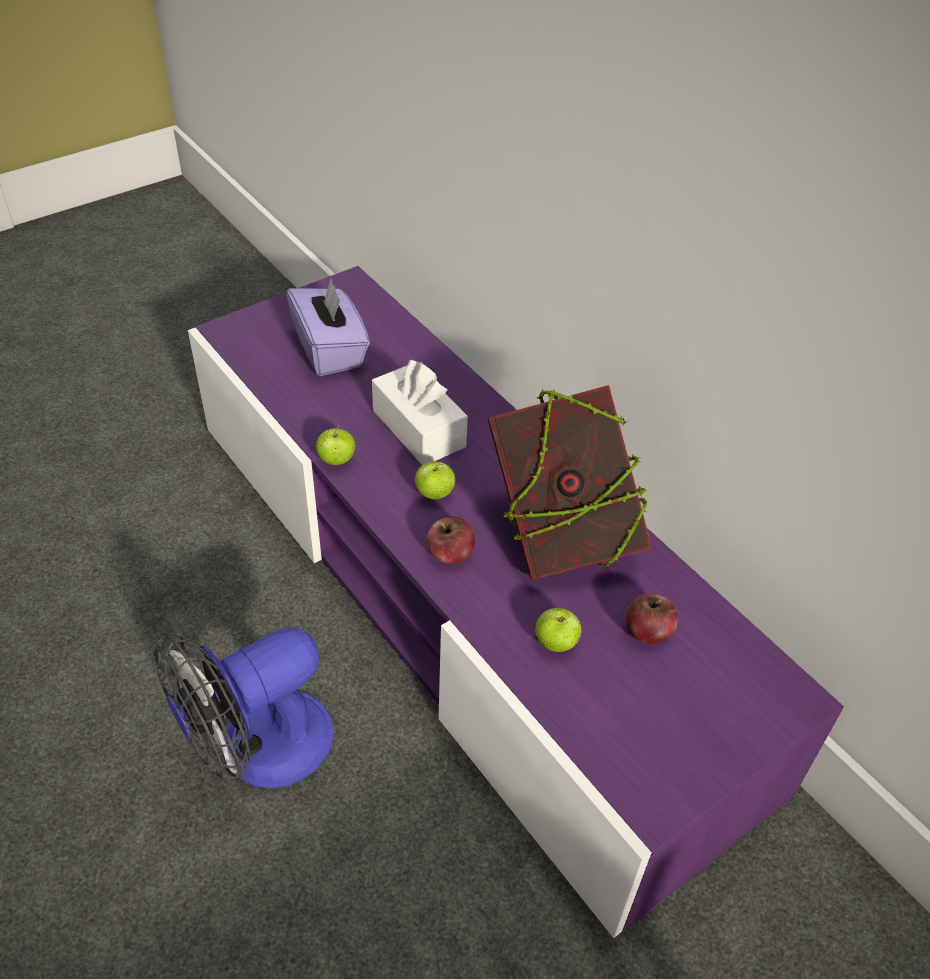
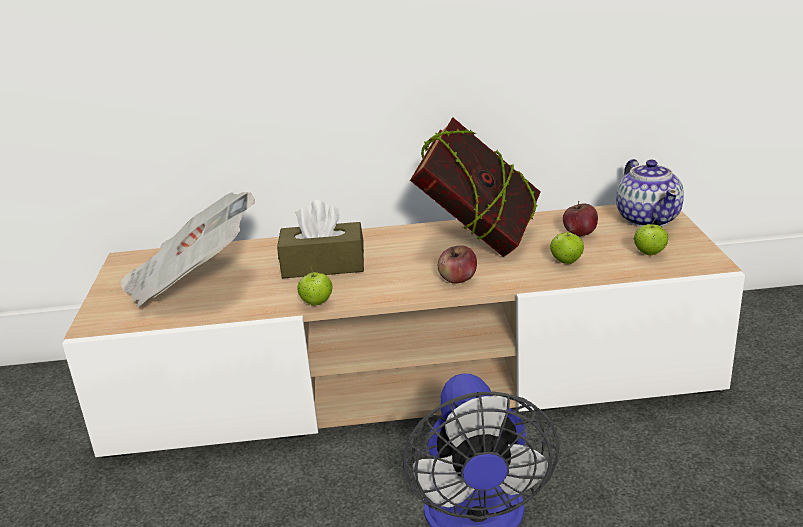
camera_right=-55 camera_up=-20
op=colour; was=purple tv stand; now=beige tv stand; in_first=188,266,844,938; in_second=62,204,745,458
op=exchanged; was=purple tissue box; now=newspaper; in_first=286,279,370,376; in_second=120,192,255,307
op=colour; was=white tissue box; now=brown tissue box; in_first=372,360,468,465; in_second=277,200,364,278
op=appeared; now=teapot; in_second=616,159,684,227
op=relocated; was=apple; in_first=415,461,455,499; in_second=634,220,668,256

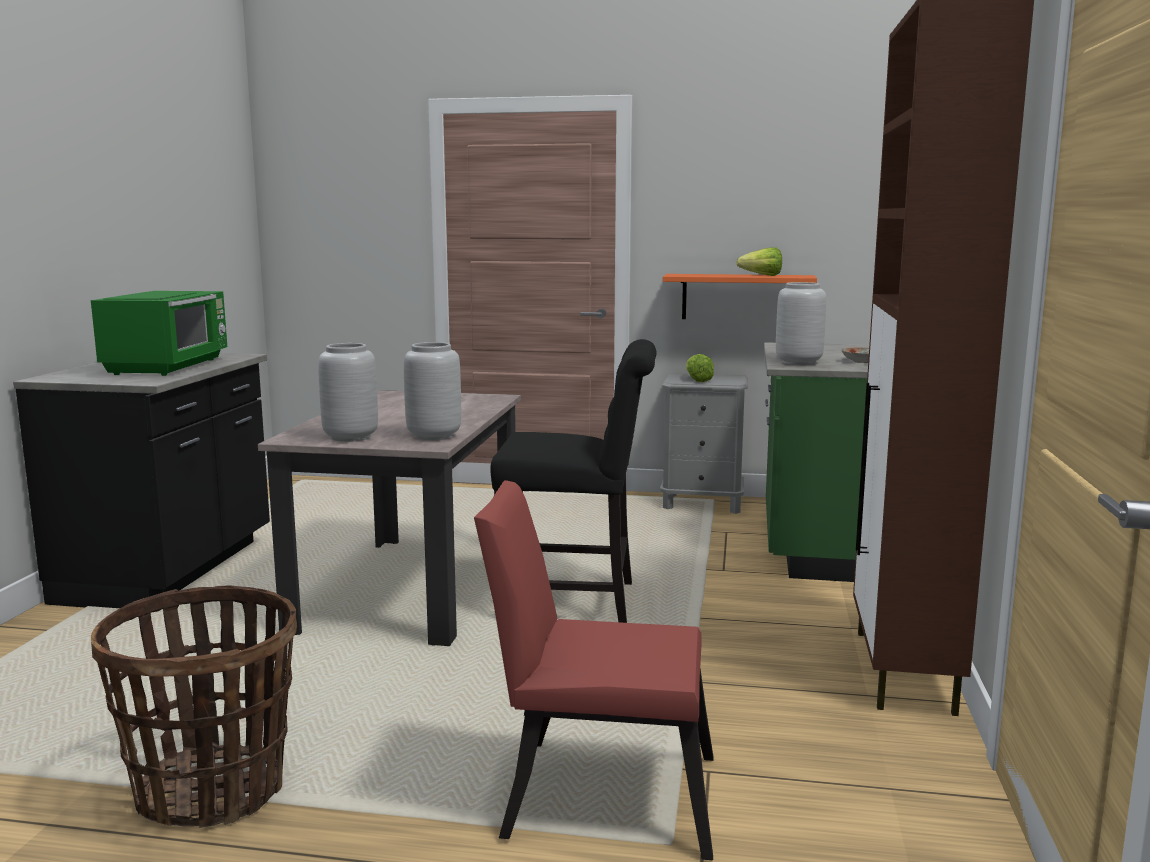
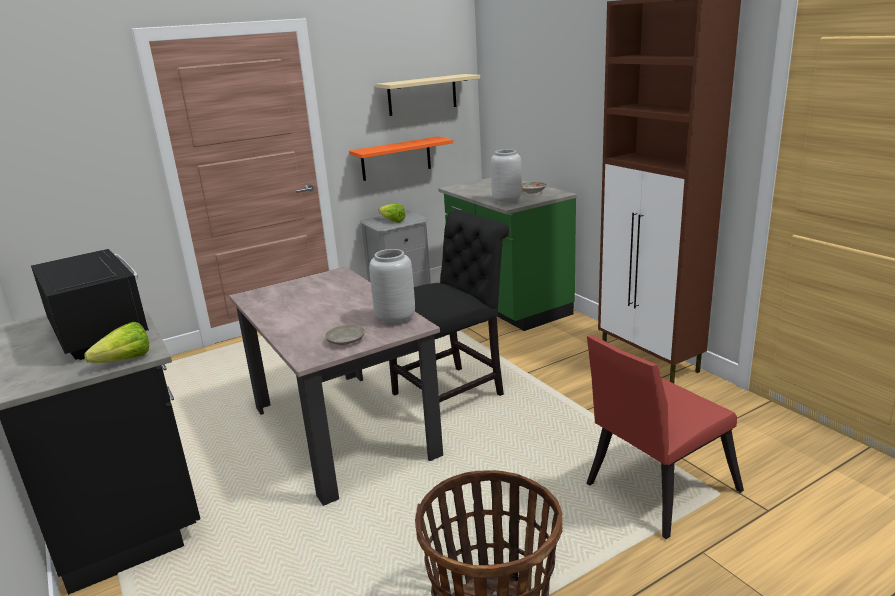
camera_right=-40 camera_up=10
op=colour; was=green microwave; now=black microwave; in_first=91,291,227,376; in_second=31,249,149,360
op=relocated; was=lettuce; in_first=737,247,782,276; in_second=84,322,149,363
op=exchanged; was=grey vase; now=beige plate; in_first=318,343,378,442; in_second=325,325,365,345
op=appeared; now=beige shelf; in_second=376,74,480,116

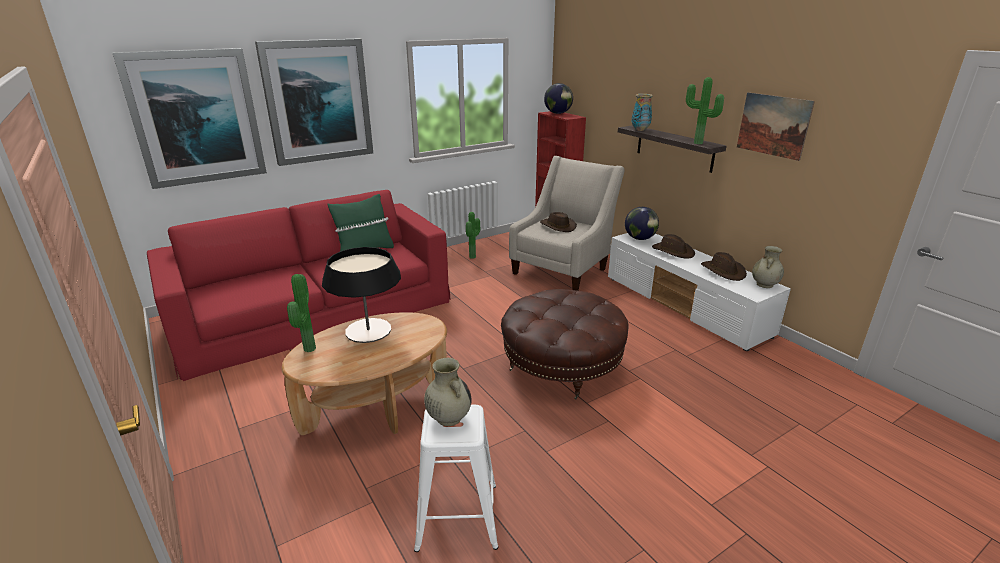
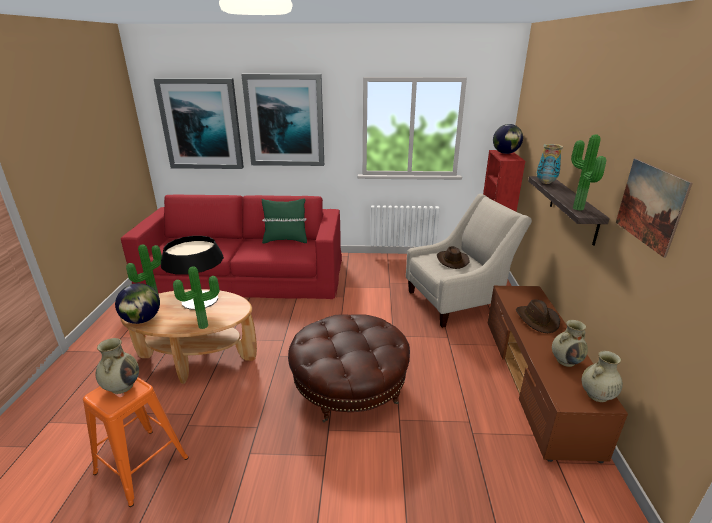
camera_right=35 camera_up=0
op=colour; was=white stool; now=orange stool; in_first=414,405,498,552; in_second=83,378,189,507
op=relocated; was=globe; in_first=625,207,659,240; in_second=115,283,160,324
op=relocated; was=potted plant; in_first=466,212,480,259; in_second=173,266,220,329
op=colour; was=white tv stand; now=brown tv stand; in_first=608,233,791,351; in_second=488,286,628,463
op=exchanged; was=brown hat; now=beige vase; in_first=701,252,747,281; in_second=552,320,588,367

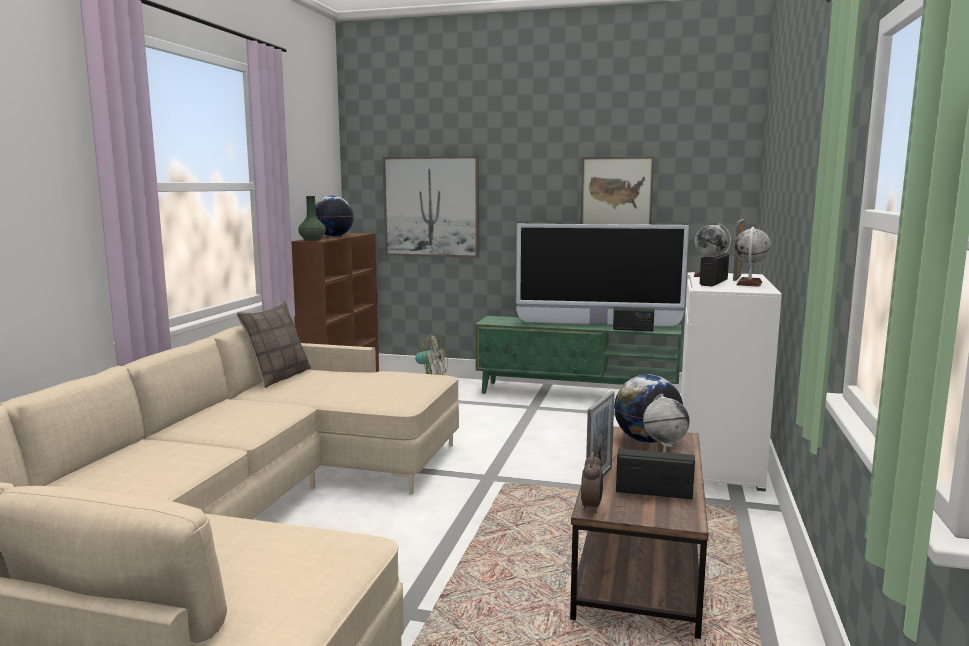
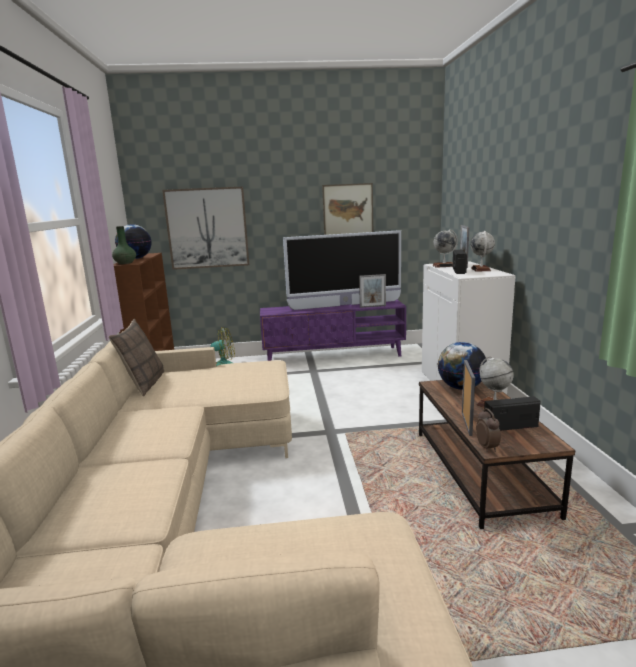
camera_right=-20 camera_up=5
op=colour; was=green tv stand; now=purple tv stand; in_first=475,316,681,394; in_second=260,300,406,361
op=exchanged; was=radio; now=picture frame; in_first=613,307,654,331; in_second=359,274,386,308

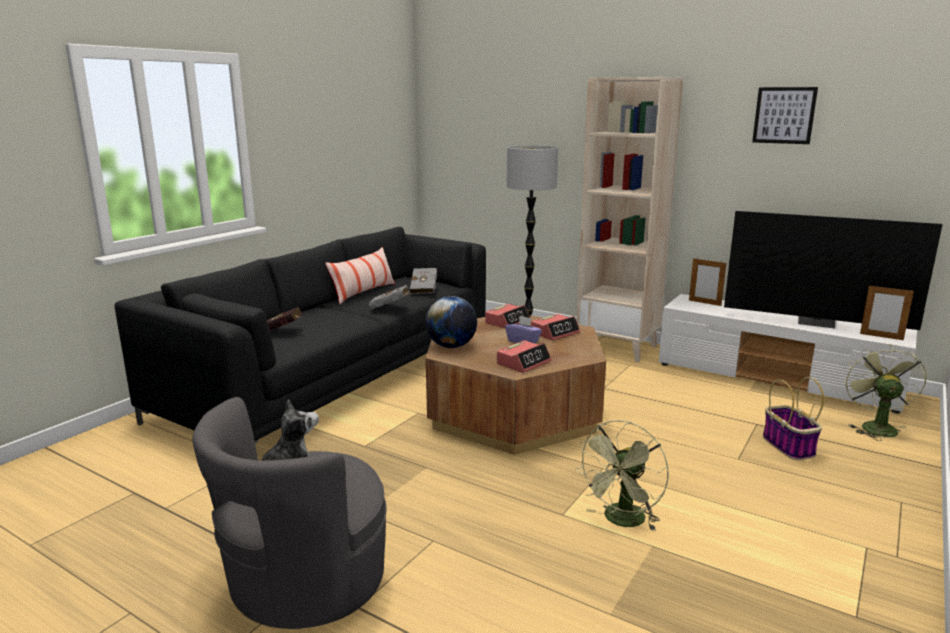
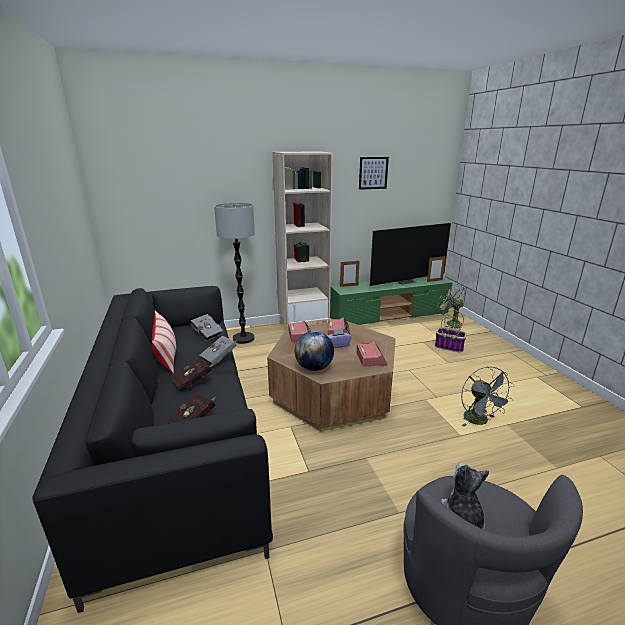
camera_right=-50 camera_up=5
op=appeared; now=red book; in_second=171,357,214,392
op=colour; was=white tv stand; now=green tv stand; in_first=659,294,917,414; in_second=330,277,452,325
op=colour; was=green fan; now=grey fan; in_first=576,420,669,531; in_second=461,367,515,427

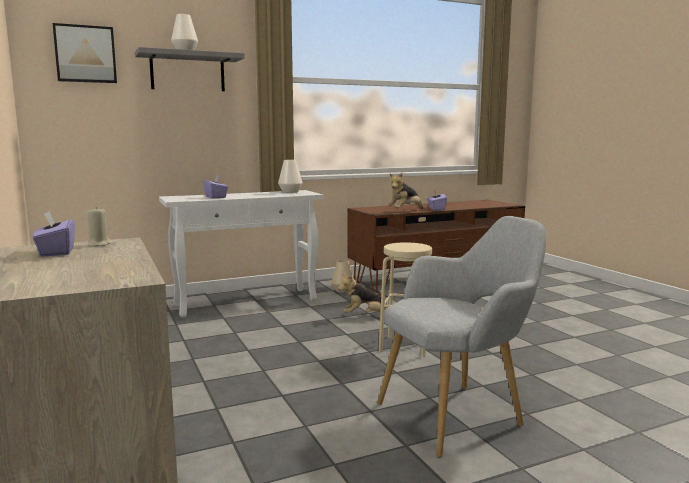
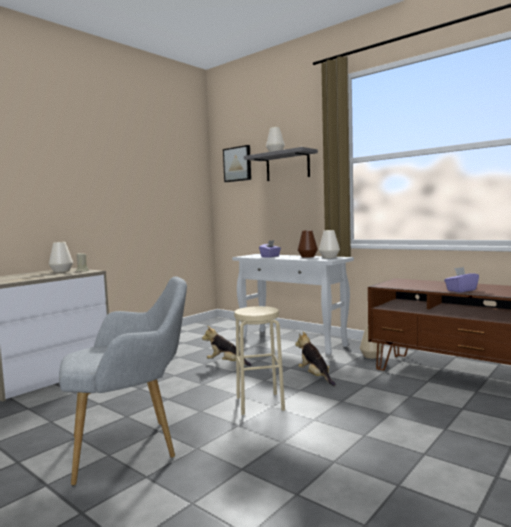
camera_right=65 camera_up=-5
op=exchanged; was=purple tissue box; now=white vase; in_first=32,211,75,257; in_second=49,242,73,273
op=spun; was=grey armchair; in_first=377,216,546,458; in_second=59,277,187,486; clockwise=-60
op=relocated; was=plush toy; in_first=387,173,423,209; in_second=202,326,251,366
op=appeared; now=brown vase; in_second=298,230,318,258

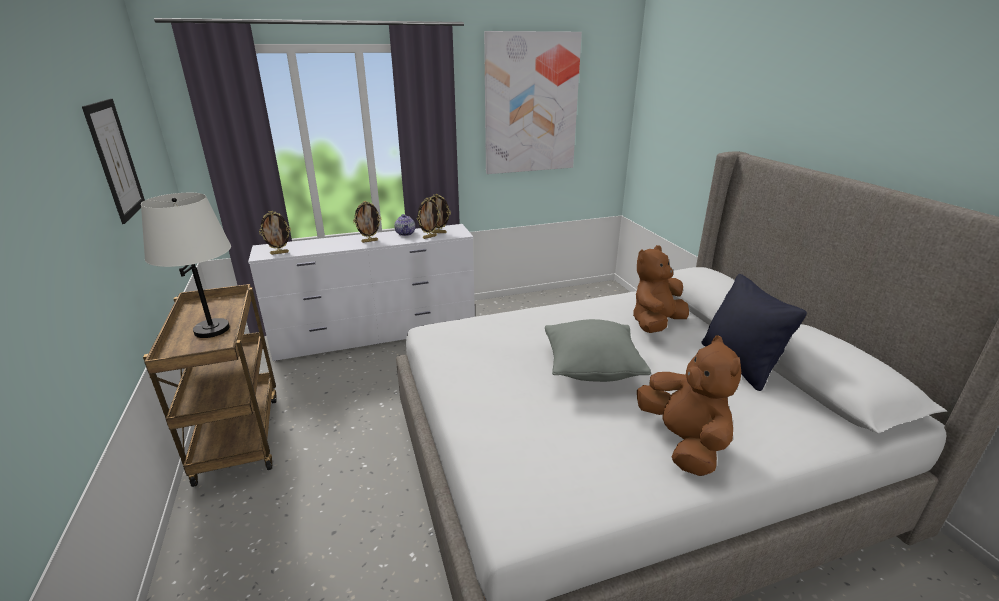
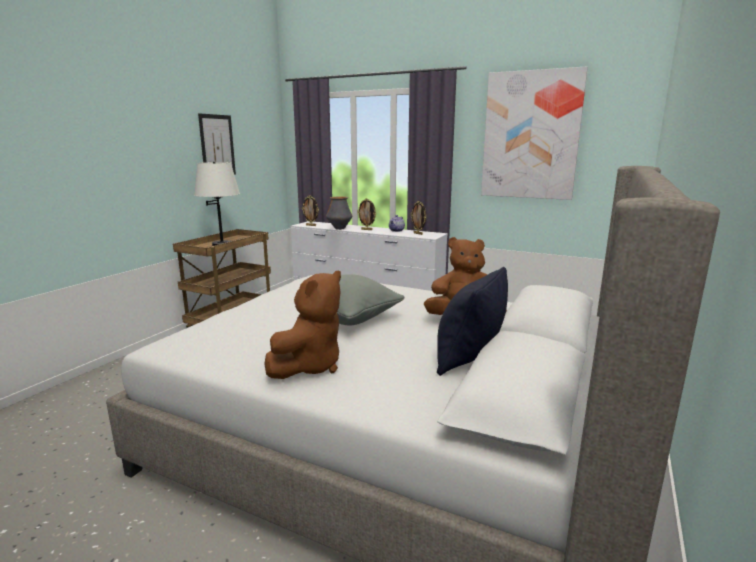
camera_right=45 camera_up=-10
op=appeared; now=vase; in_second=326,197,352,230
op=missing; was=picture frame; in_first=417,197,441,239

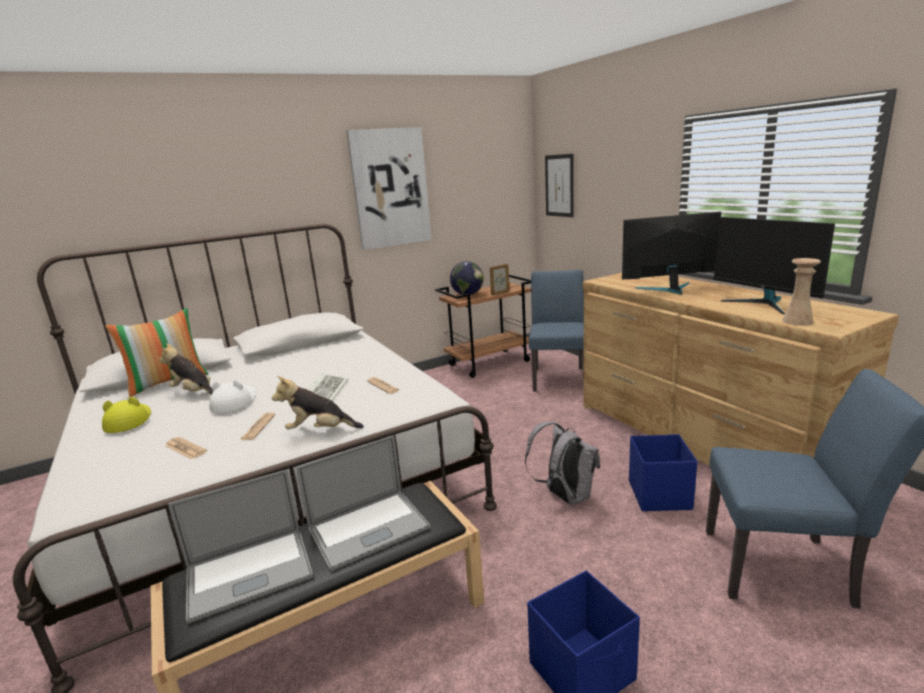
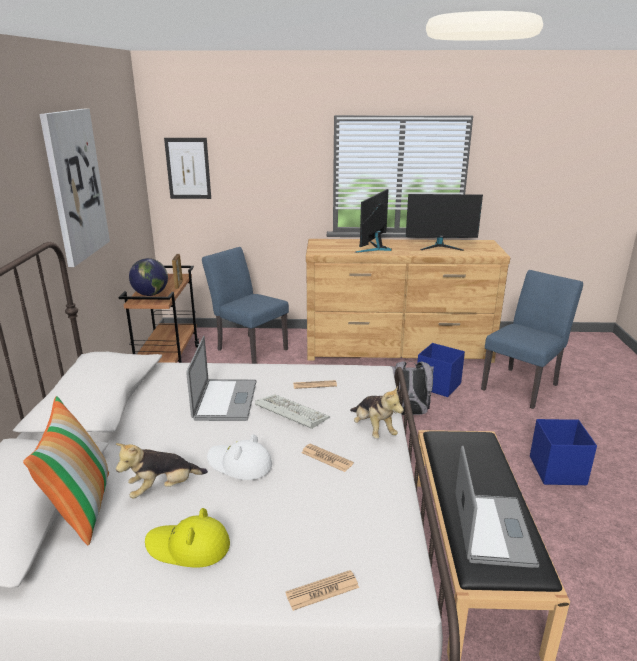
camera_right=-60 camera_up=5
op=relocated; was=laptop; in_first=297,435,430,571; in_second=186,336,257,421
op=relocated; was=newspaper; in_first=165,437,207,459; in_second=285,570,359,611
op=spun; was=plush toy; in_first=272,376,364,429; in_second=350,386,404,439; clockwise=-60
op=missing; was=beige vase; in_first=782,258,821,326

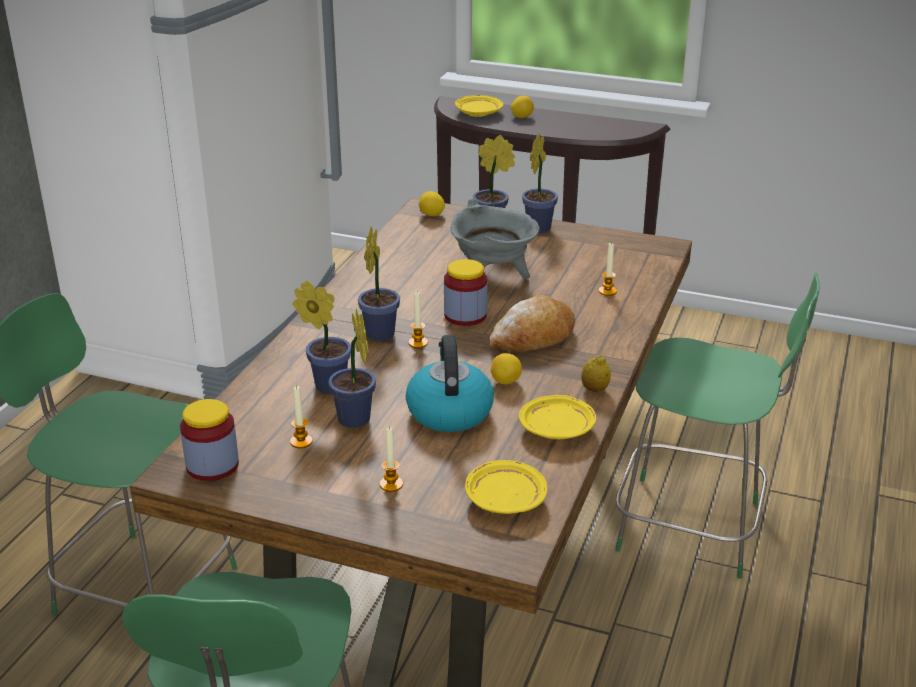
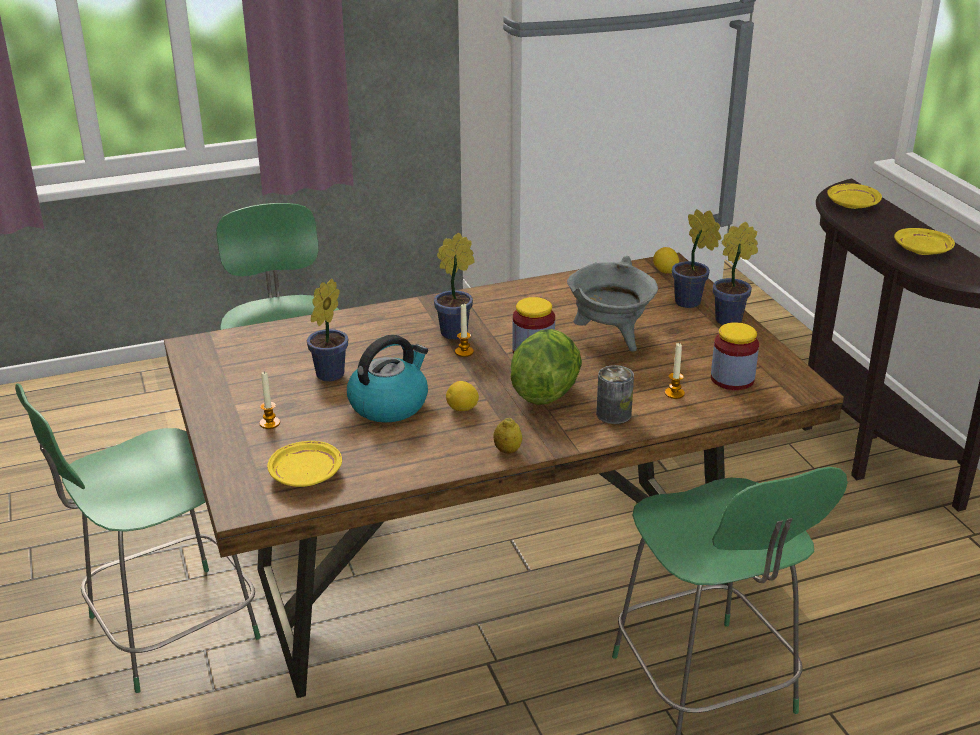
camera_right=50 camera_up=0
op=exchanged; was=bread; now=lettuce; in_first=490,295,575,352; in_second=511,329,582,405
op=appeared; now=can; in_second=596,365,634,424
op=relocated; was=jar; in_first=180,399,239,481; in_second=711,322,759,390
op=relocated; was=yellow plate; in_first=519,395,596,439; in_second=894,228,955,255
op=missing; was=candle; in_first=290,385,313,448
op=missing; was=potted plant; in_first=292,281,351,394
op=missing; was=lemon; in_first=511,96,534,118

